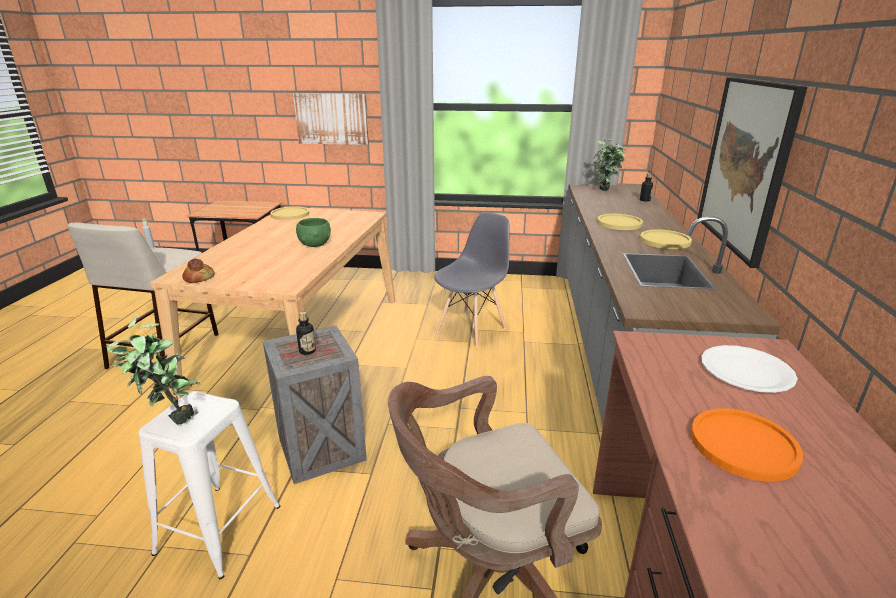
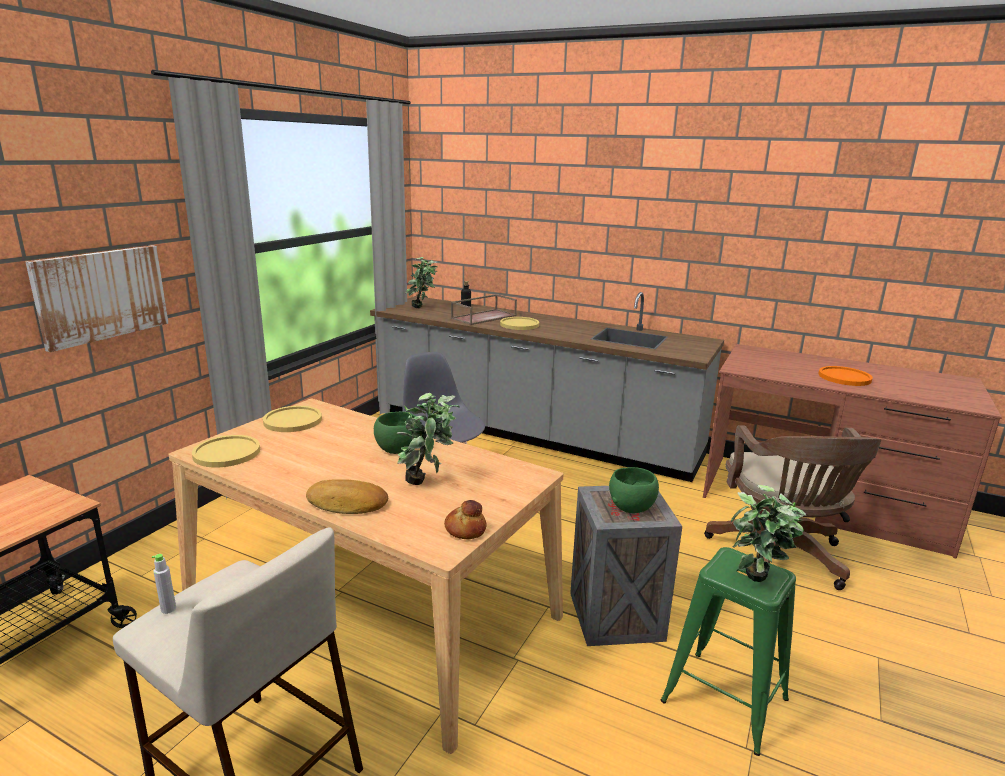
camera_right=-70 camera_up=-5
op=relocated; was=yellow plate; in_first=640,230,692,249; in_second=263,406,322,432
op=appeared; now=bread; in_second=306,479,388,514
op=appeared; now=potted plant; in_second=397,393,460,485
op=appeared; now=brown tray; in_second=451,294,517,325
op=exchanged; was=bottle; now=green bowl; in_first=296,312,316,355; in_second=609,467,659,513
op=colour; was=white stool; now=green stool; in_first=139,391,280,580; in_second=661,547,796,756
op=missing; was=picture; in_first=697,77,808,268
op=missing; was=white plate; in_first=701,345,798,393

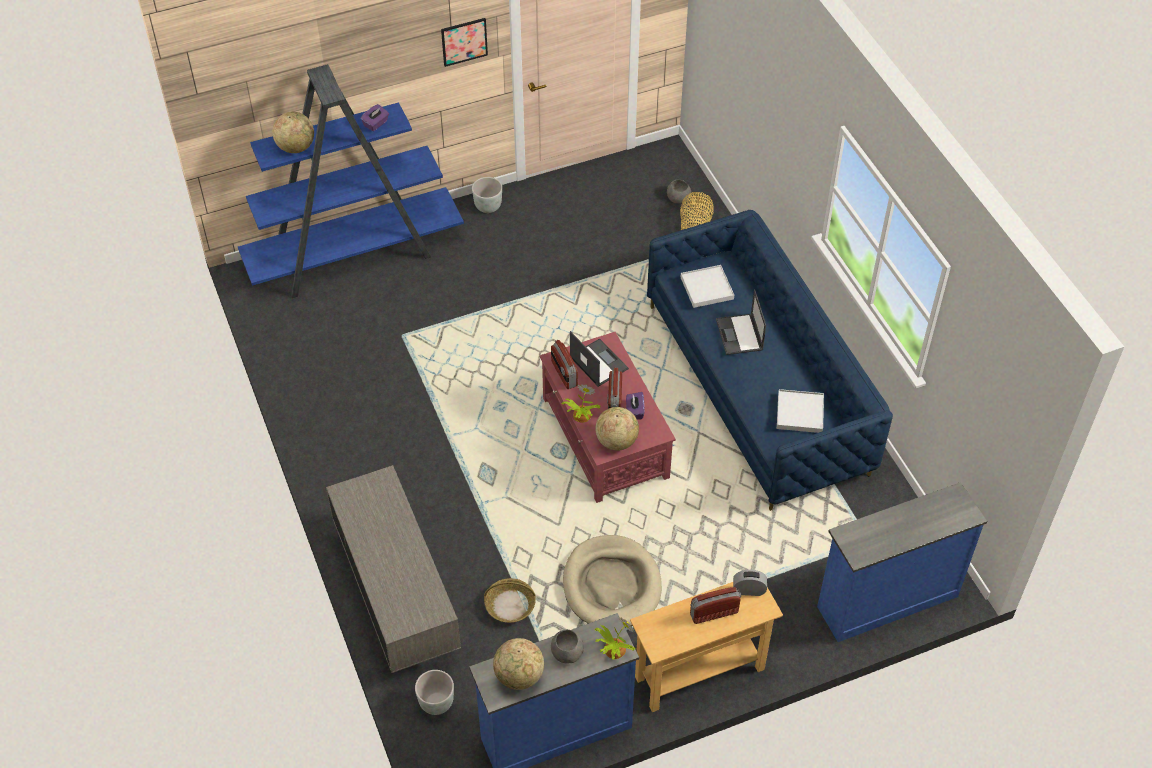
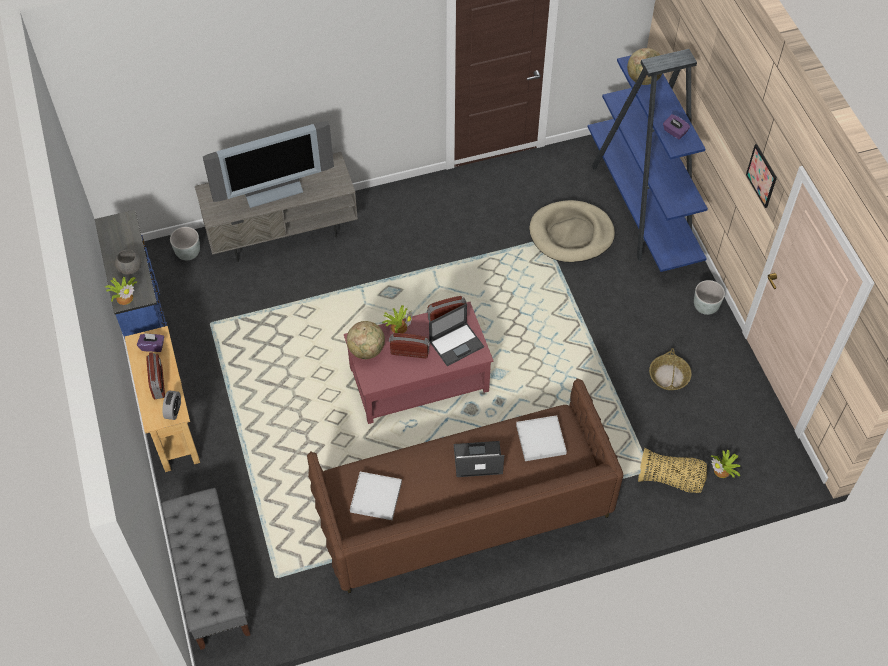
camera_right=95 camera_up=5
op=relocated; was=purple tissue box; in_first=626,392,645,419; in_second=137,333,164,352
op=exchanged; was=blue dresser; now=grey bench; in_first=817,482,987,642; in_second=162,488,251,650
op=appeared; now=television; in_second=203,121,334,208
op=colour; was=blue sofa; now=brown sofa; in_first=647,210,893,511; in_second=307,378,623,593
op=relocated; was=beige dog bed; in_first=563,535,662,628; in_second=529,200,615,262
op=relocated; was=basket; in_first=484,578,536,623; in_second=649,348,692,390
op=exchanged; was=grey bowl; now=potted plant; in_first=667,180,691,204; in_second=711,449,740,478
op=missing; was=globe; in_first=493,638,544,690

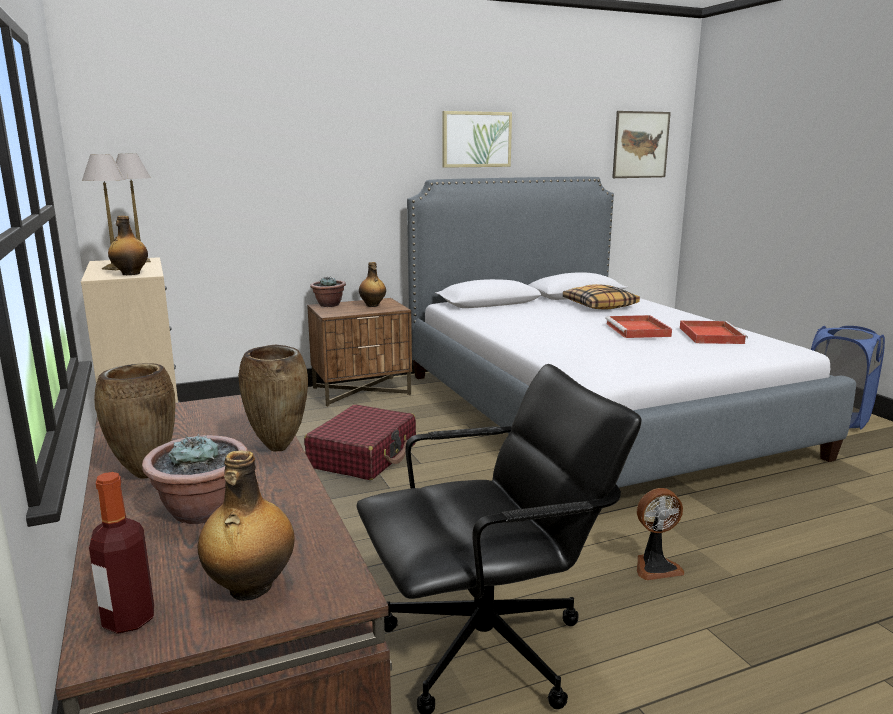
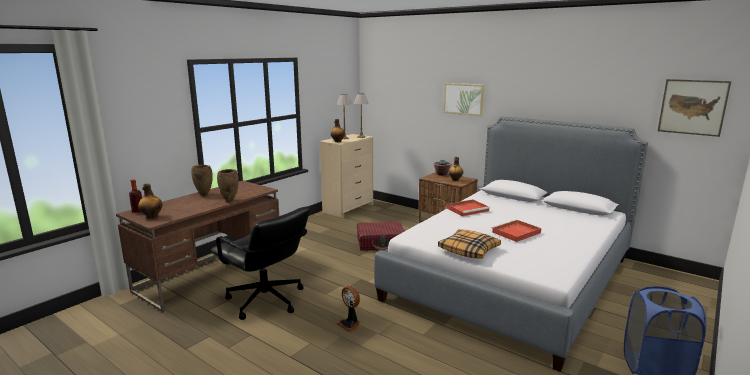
camera_right=60 camera_up=0
op=relocated; was=pillow; in_first=563,284,640,310; in_second=438,229,501,259
op=relocated; was=picture; in_first=442,111,512,168; in_second=443,83,484,116
op=relocated; was=red tray; in_first=680,321,748,344; in_second=446,199,490,216
op=missing; was=potted plant; in_first=142,434,248,524

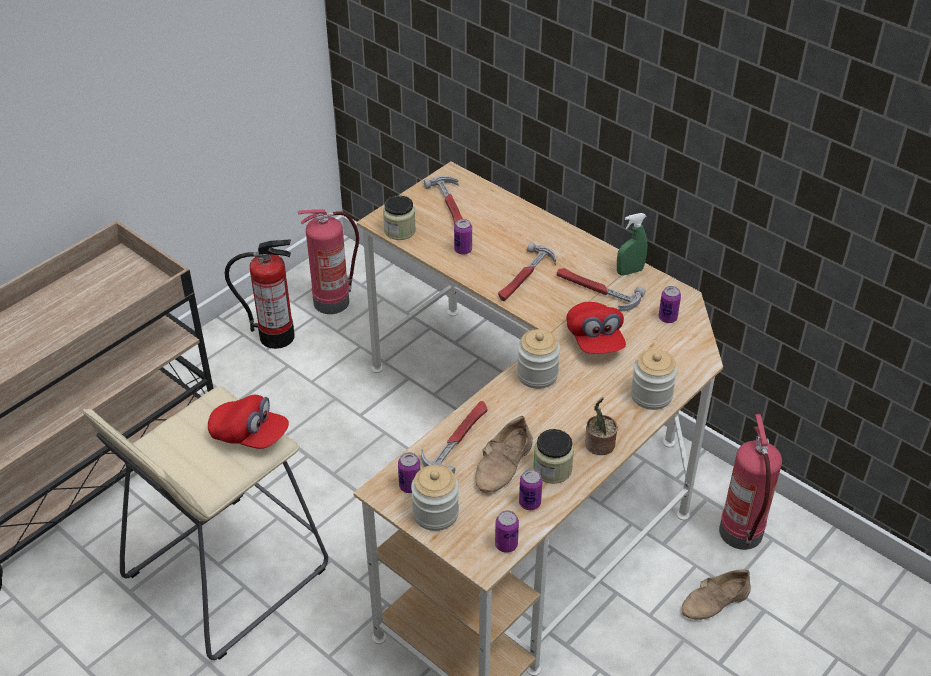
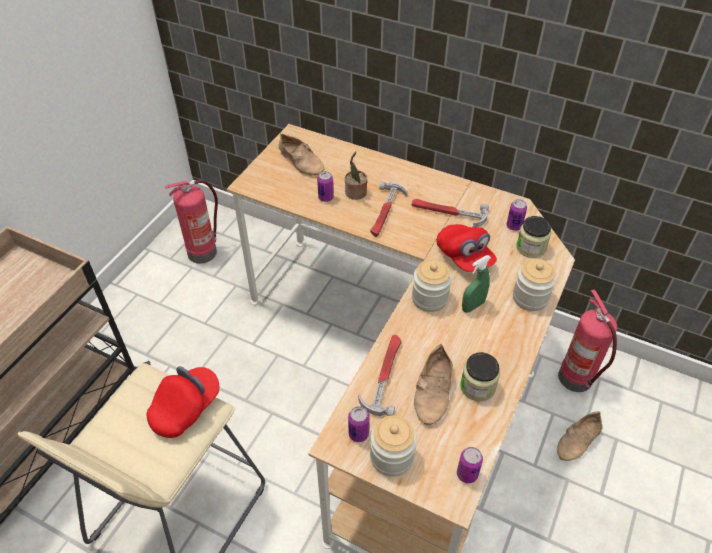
camera_right=-15 camera_up=5
op=spun; was=red cap; in_first=208,394,289,449; in_second=147,366,219,438; clockwise=-60
op=exchanged; was=hammer; now=beige shoe; in_first=424,176,463,226; in_second=279,133,324,176
op=relocated; was=potted plant; in_first=585,397,618,455; in_second=345,151,367,200
op=relocated; was=green spray bottle; in_first=617,213,648,275; in_second=462,255,491,313
op=relocated; was=jar; in_first=383,195,416,240; in_second=516,216,551,258
op=missing; was=fire extinguisher; in_first=225,240,295,349
op=missing; was=can; in_first=519,469,543,510

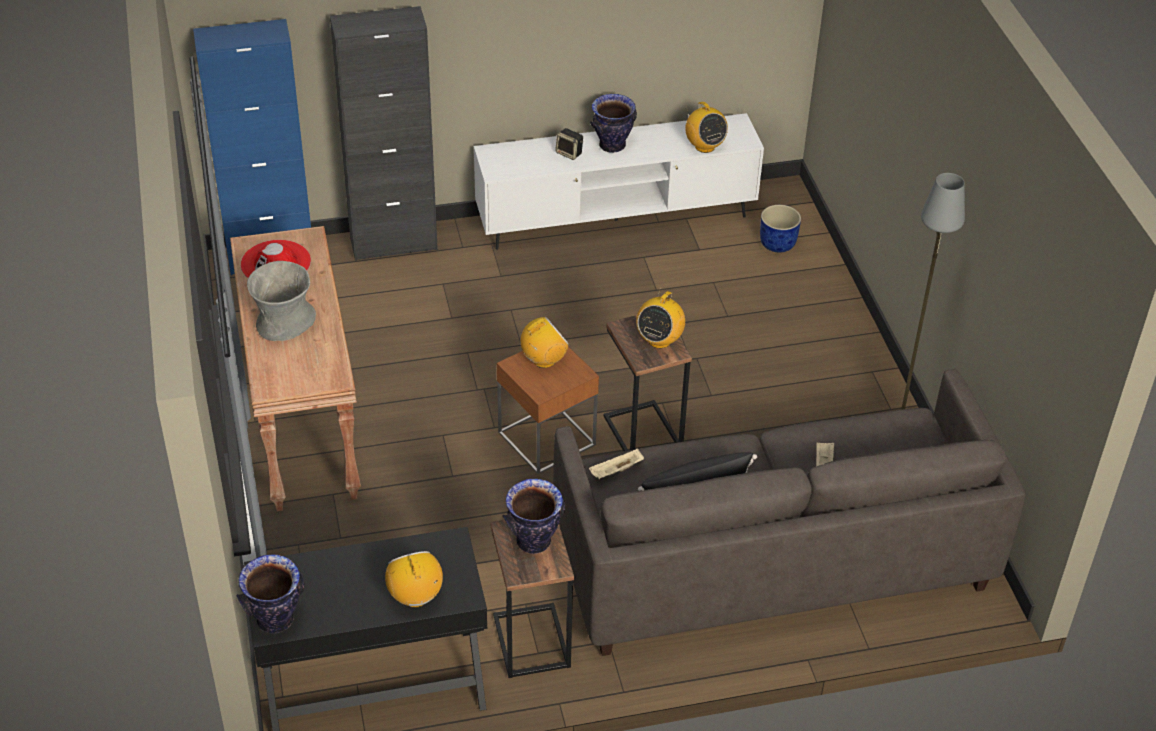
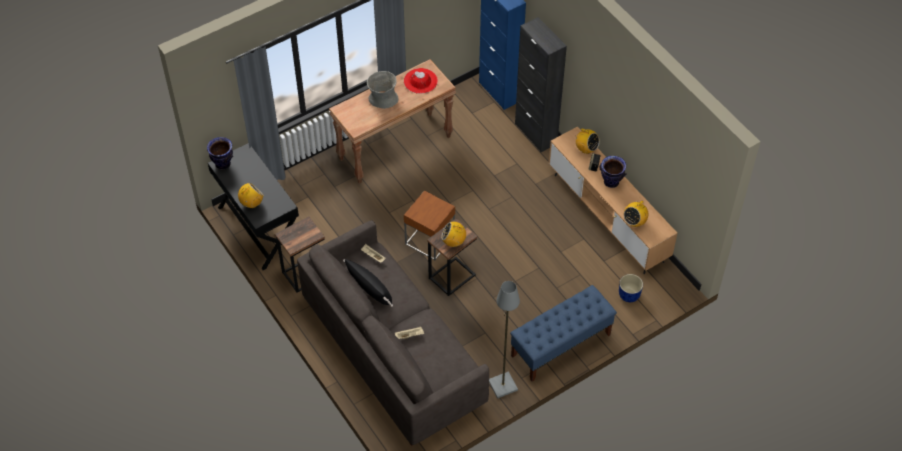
camera_right=70 camera_up=10
op=appeared; now=blue bench; in_second=510,285,617,382
op=colour; was=white tv stand; now=brown tv stand; in_first=474,113,764,250; in_second=549,127,677,274
op=relocated; was=radio; in_first=521,317,569,368; in_second=576,129,600,154
op=missing; was=vase; in_first=503,479,565,554

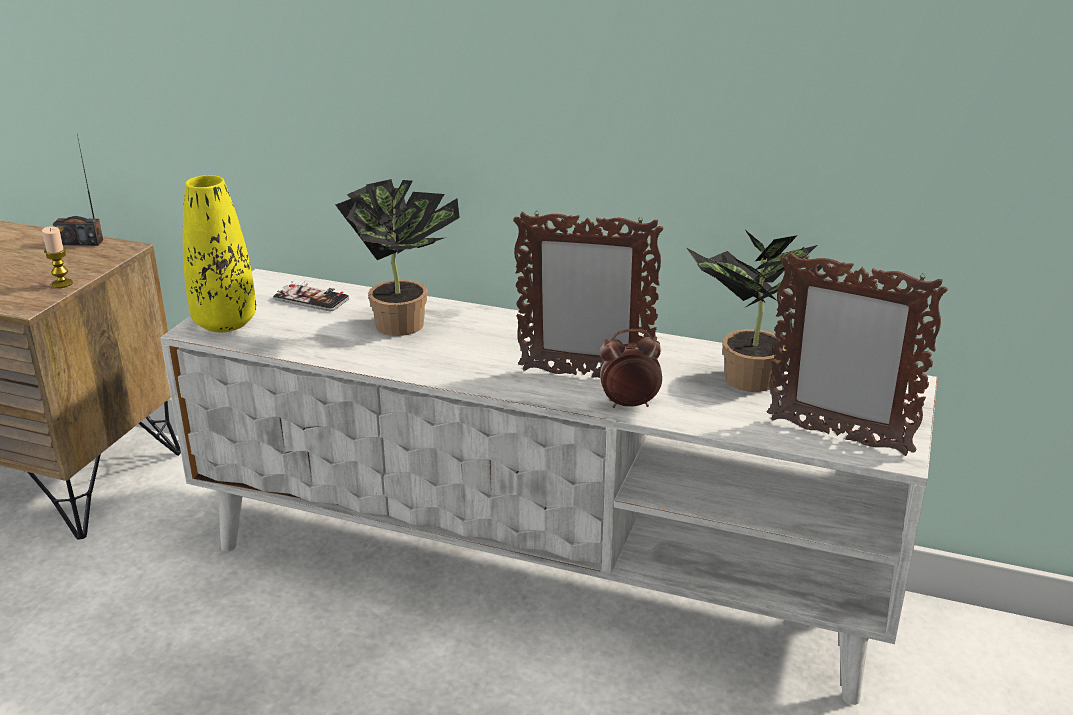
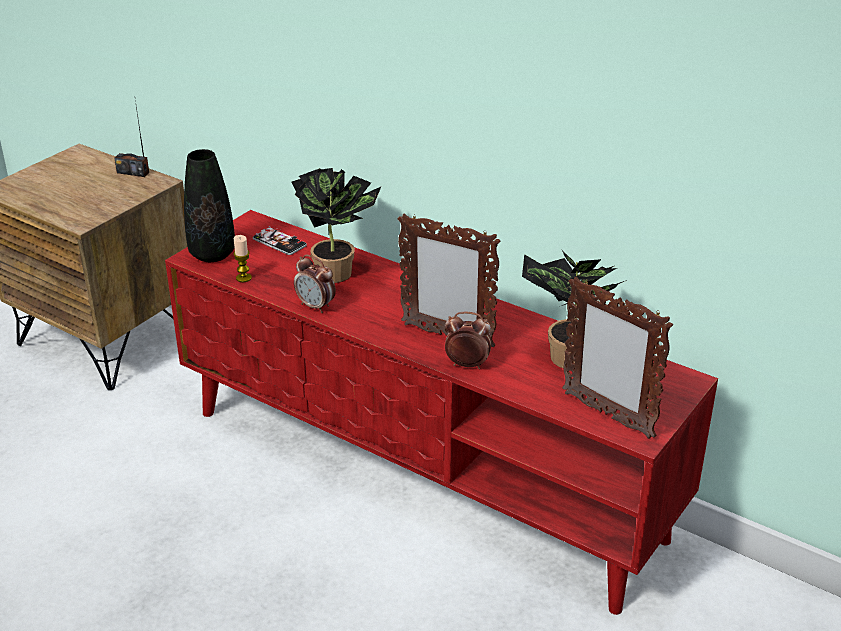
camera_right=15 camera_up=5
op=colour; was=white tv stand; now=red tv stand; in_first=160,269,937,705; in_second=165,210,718,615
op=colour; was=yellow vase; now=black vase; in_first=183,175,256,332; in_second=184,149,235,262
op=relocated; was=candle; in_first=42,226,73,288; in_second=233,235,252,282
op=appeared; now=alarm clock; in_second=294,255,336,313

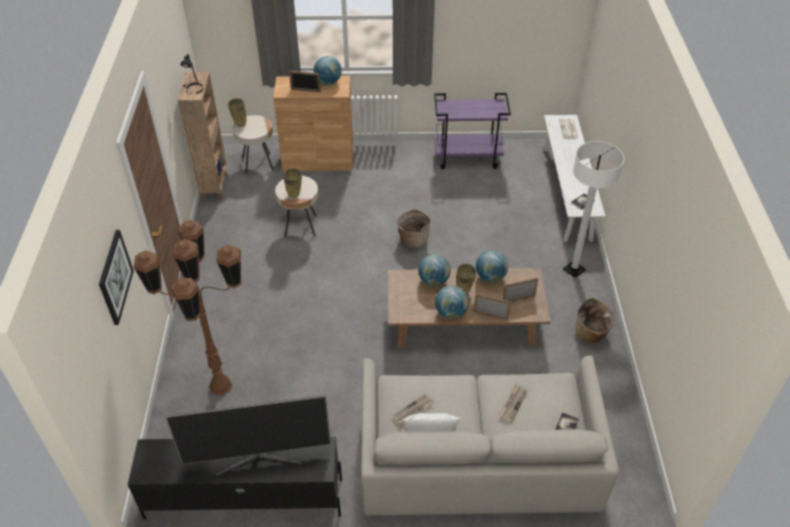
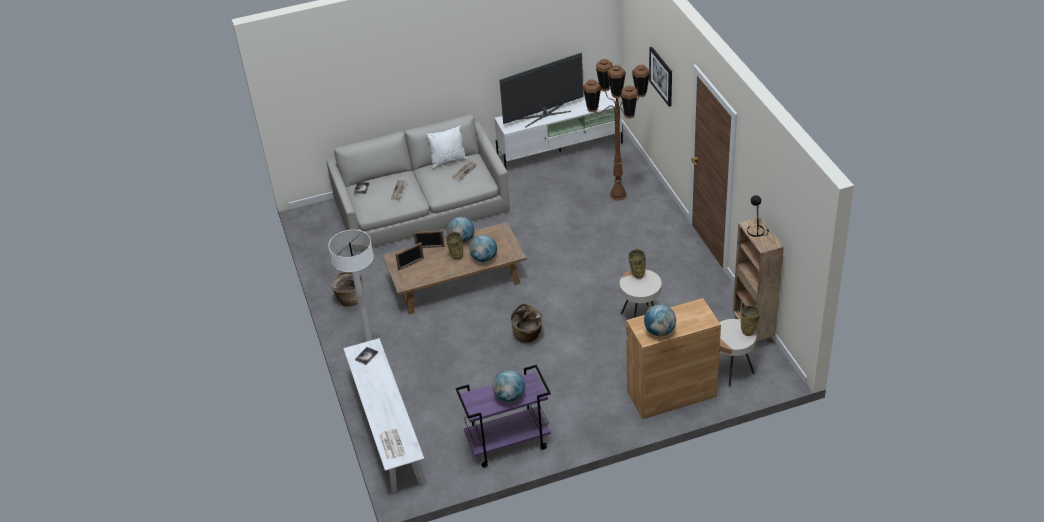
camera_right=165 camera_up=-5
op=relocated; was=globe; in_first=476,250,508,282; in_second=493,370,525,402
op=colour; was=black tv stand; now=white tv stand; in_first=128,437,342,520; in_second=495,89,623,170
op=missing; was=picture frame; in_first=289,70,321,92

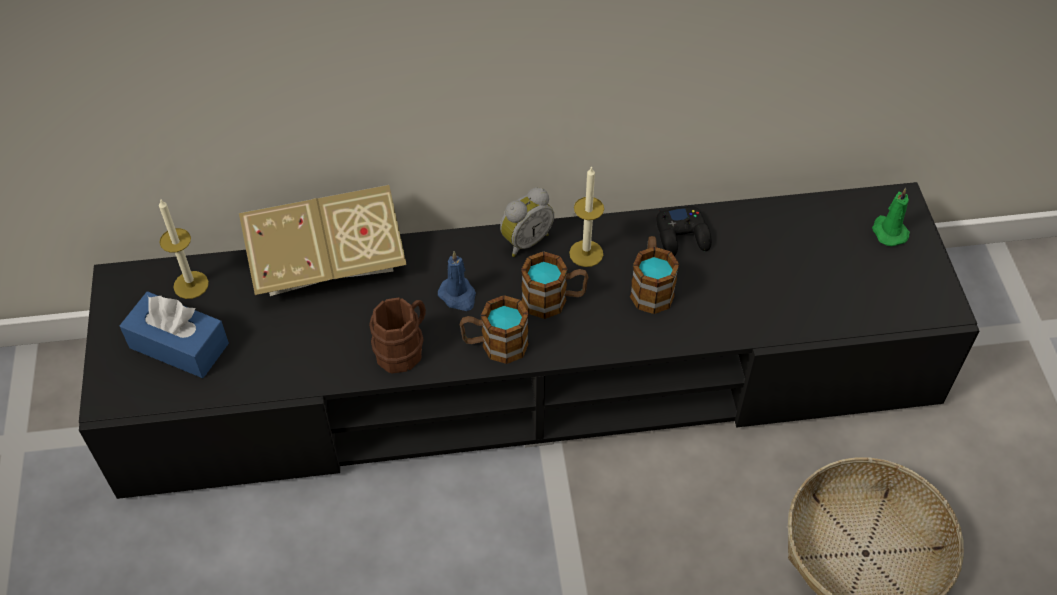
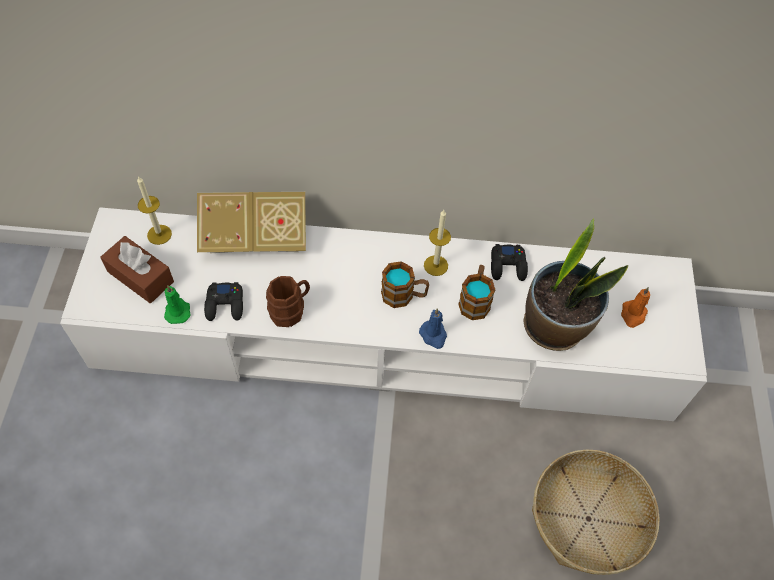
camera_right=10 camera_up=5
op=colour; was=black tv stand; now=white tv stand; in_first=79,182,979,499; in_second=60,207,707,421
op=colour; was=blue tissue box; now=brown tissue box; in_first=119,292,229,378; in_second=100,236,174,303
op=relocated; was=green candle; in_first=872,188,910,246; in_second=164,285,191,324
op=appeared; now=black game controller; in_second=204,282,243,321
op=relocated; was=blue candle; in_first=438,251,476,311; in_second=419,308,447,349
op=appeared; now=potted plant; in_second=523,218,628,351
op=appeared; now=orange candle; in_second=621,287,650,328
op=missing; was=mug; in_first=460,295,529,364
op=missing; was=alarm clock; in_first=500,187,554,257

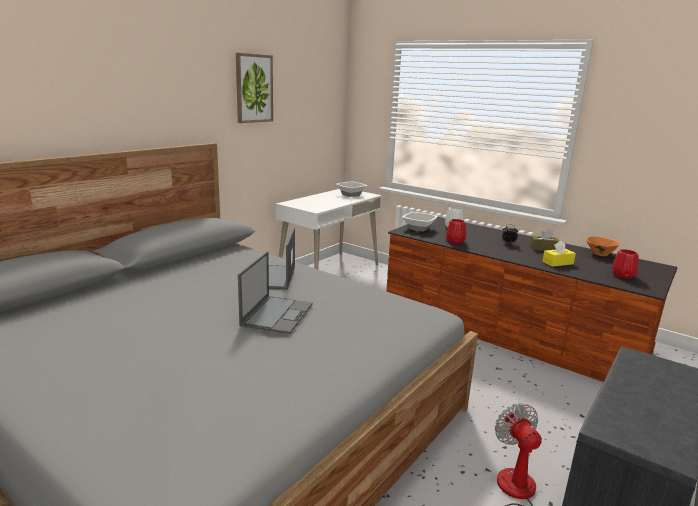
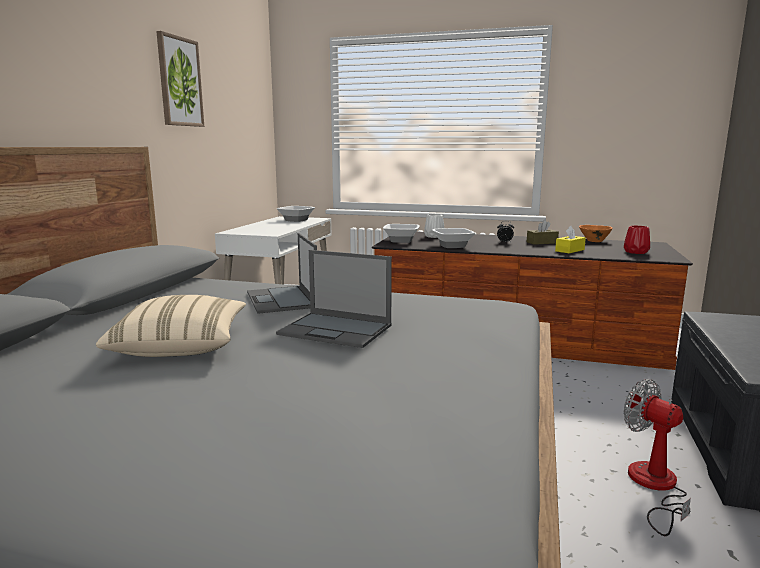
camera_right=-20 camera_up=-5
op=appeared; now=beige pillow; in_second=96,295,246,357
op=spun; was=laptop; in_first=238,251,313,334; in_second=276,250,392,348; clockwise=120
op=exchanged; was=red vase; now=bowl; in_first=446,219,466,244; in_second=432,228,475,248

